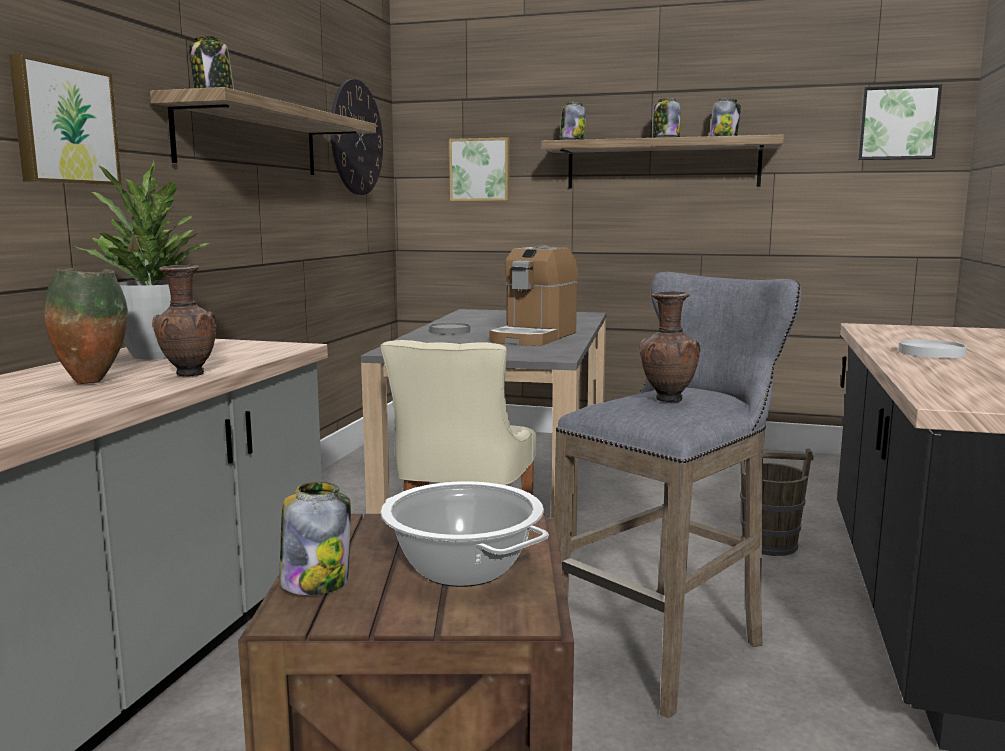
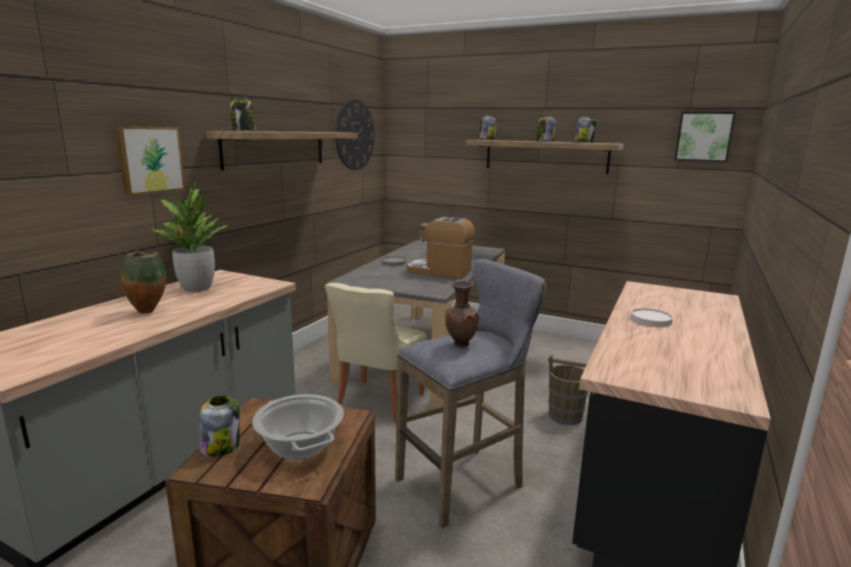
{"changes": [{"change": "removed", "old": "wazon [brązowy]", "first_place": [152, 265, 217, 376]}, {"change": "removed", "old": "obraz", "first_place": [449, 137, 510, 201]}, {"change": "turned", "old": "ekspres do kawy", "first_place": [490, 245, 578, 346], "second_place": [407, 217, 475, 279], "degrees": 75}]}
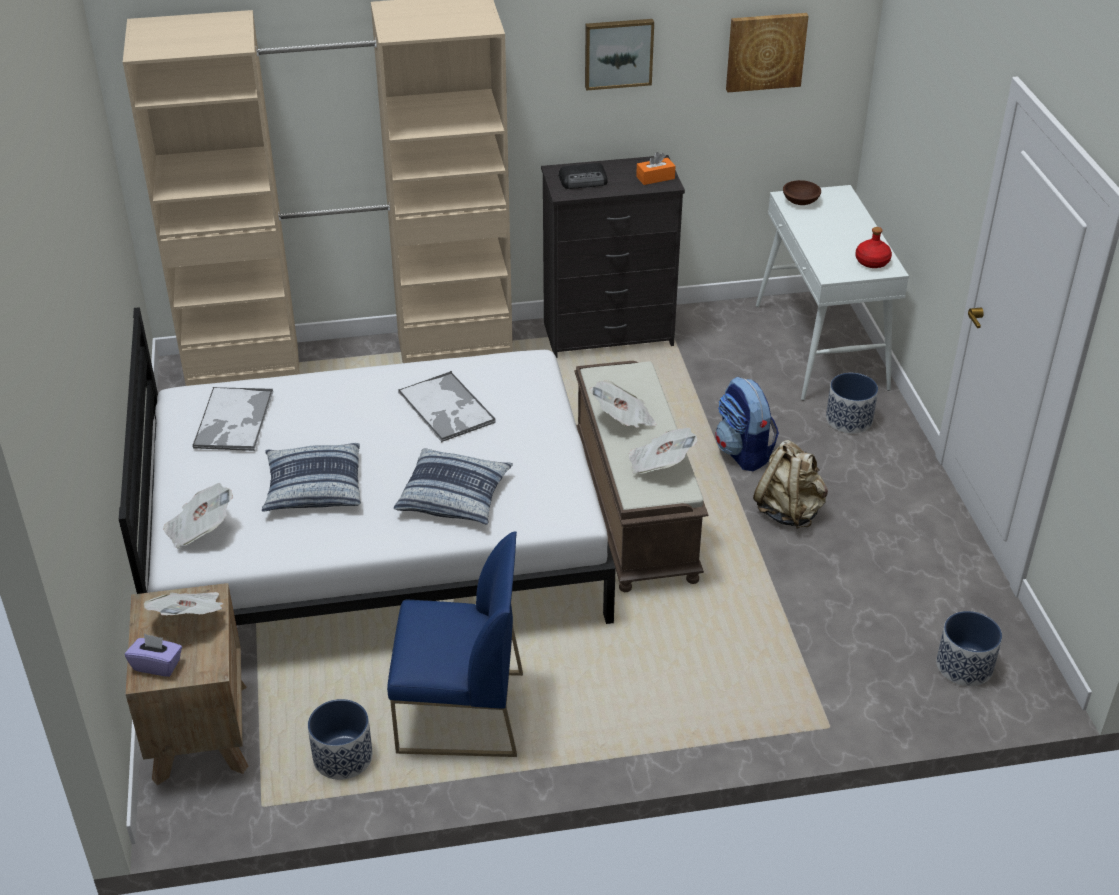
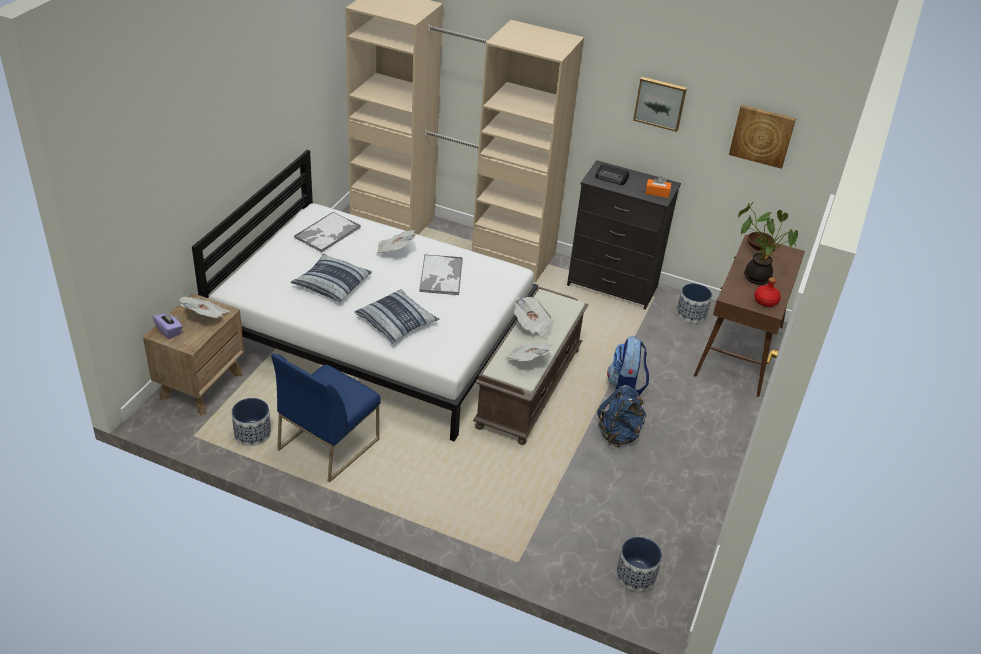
{"changes": [{"change": "added", "new": "roślina doniczkowa", "second_place": [738, 202, 798, 285]}, {"change": "moved", "old": "gazeta", "first_place": [163, 483, 233, 549], "second_place": [377, 230, 416, 254]}, {"change": "moved", "old": "donica", "first_place": [826, 373, 878, 433], "second_place": [677, 283, 712, 323]}, {"change": "recoloured", "old": "plecak [beżowy]", "new": "plecak [niebieski]", "first_place": [753, 440, 828, 528], "second_place": [597, 385, 646, 447]}, {"change": "recoloured", "old": "stolik konsolowy [biały]", "new": "stolik konsolowy [brązowy]", "first_place": [756, 185, 909, 400], "second_place": [694, 234, 805, 397]}, {"change": "turned", "old": "krzesło [niebieski]", "first_place": [387, 531, 523, 757], "second_place": [271, 354, 381, 483], "degrees": 90}]}
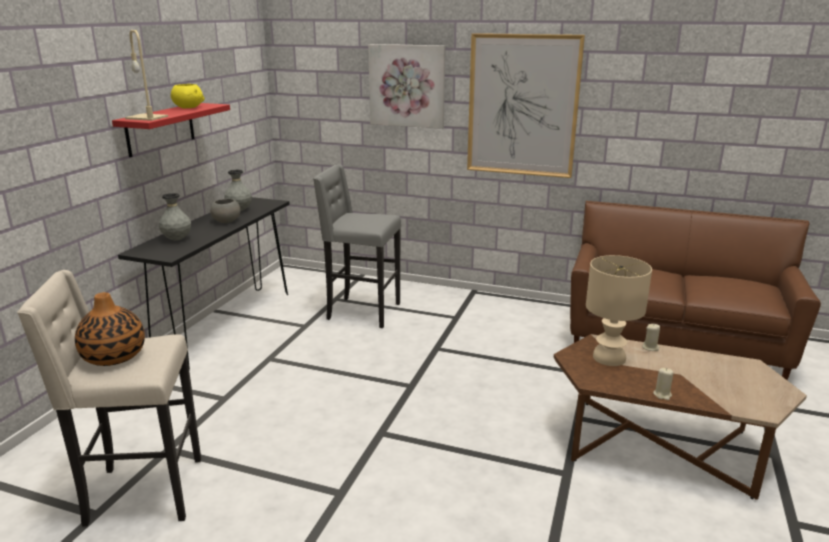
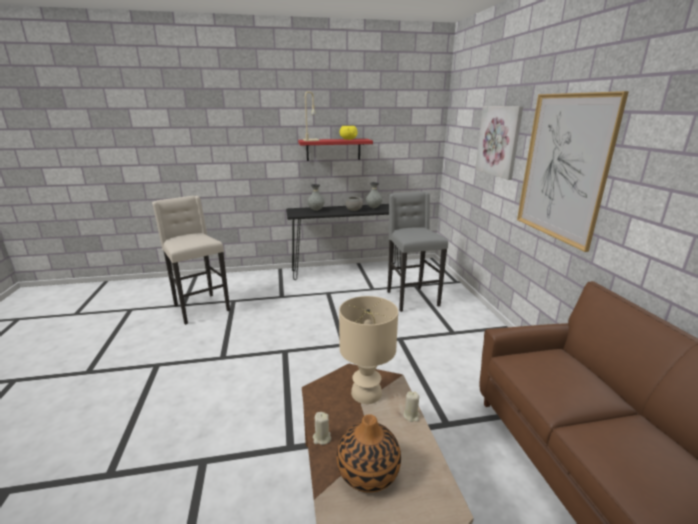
{"changes": [{"change": "moved", "old": "wazon", "first_place": [75, 292, 145, 366], "second_place": [336, 414, 401, 493]}]}
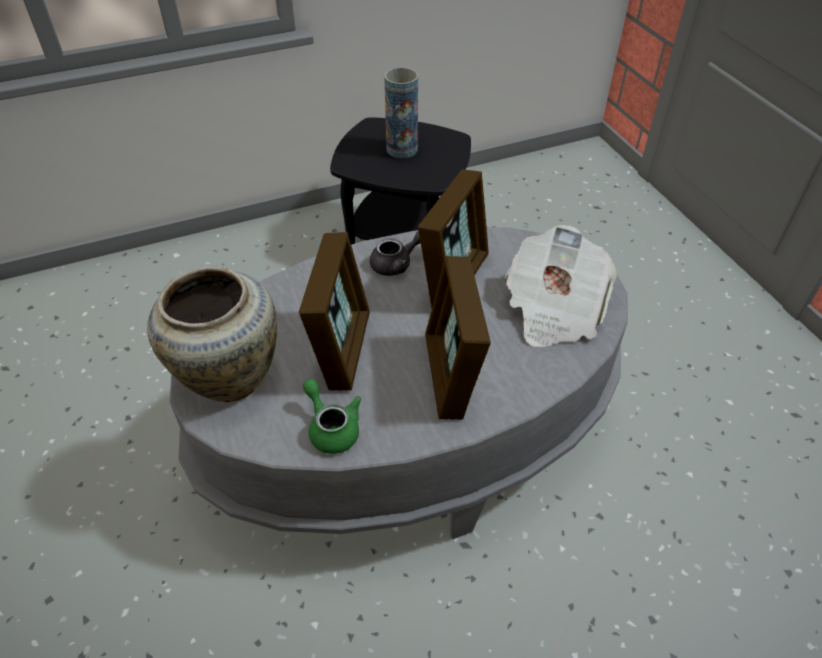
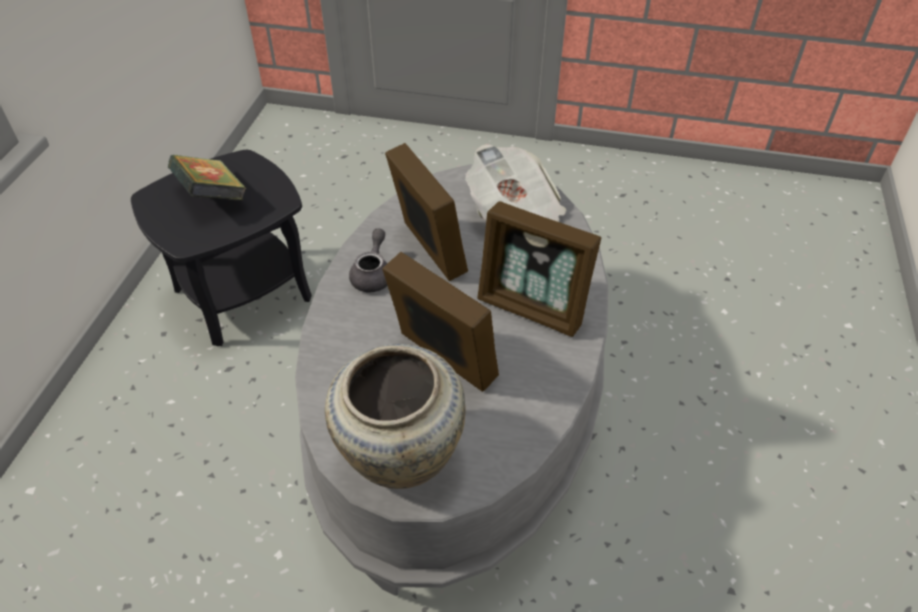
{"changes": [{"change": "removed", "old": "imbryk [zielony]", "first_place": [303, 379, 361, 454]}, {"change": "replaced", "old": "wazon", "new": "książka", "first_place": [384, 67, 418, 158], "second_place": [168, 155, 246, 201]}]}
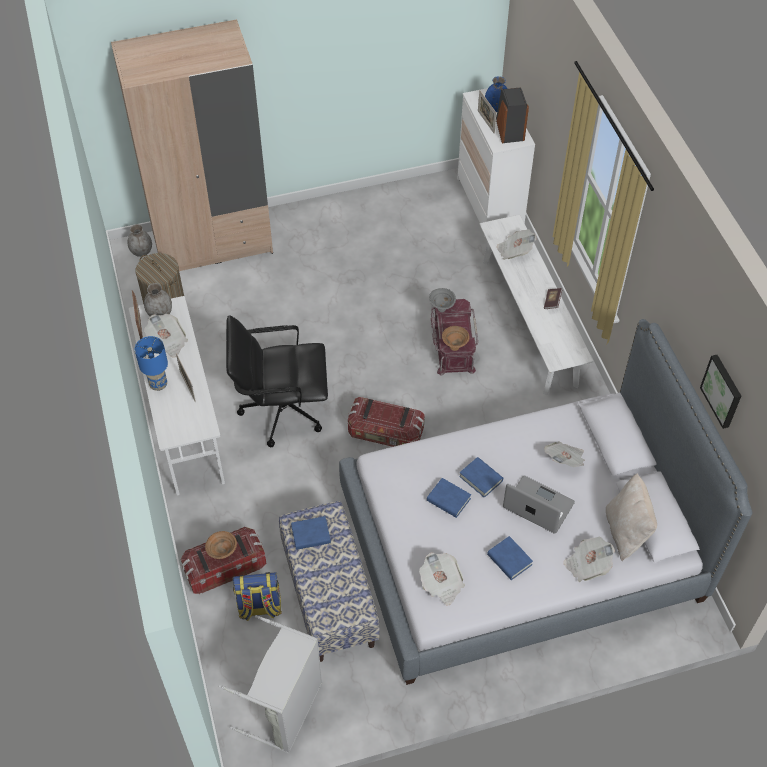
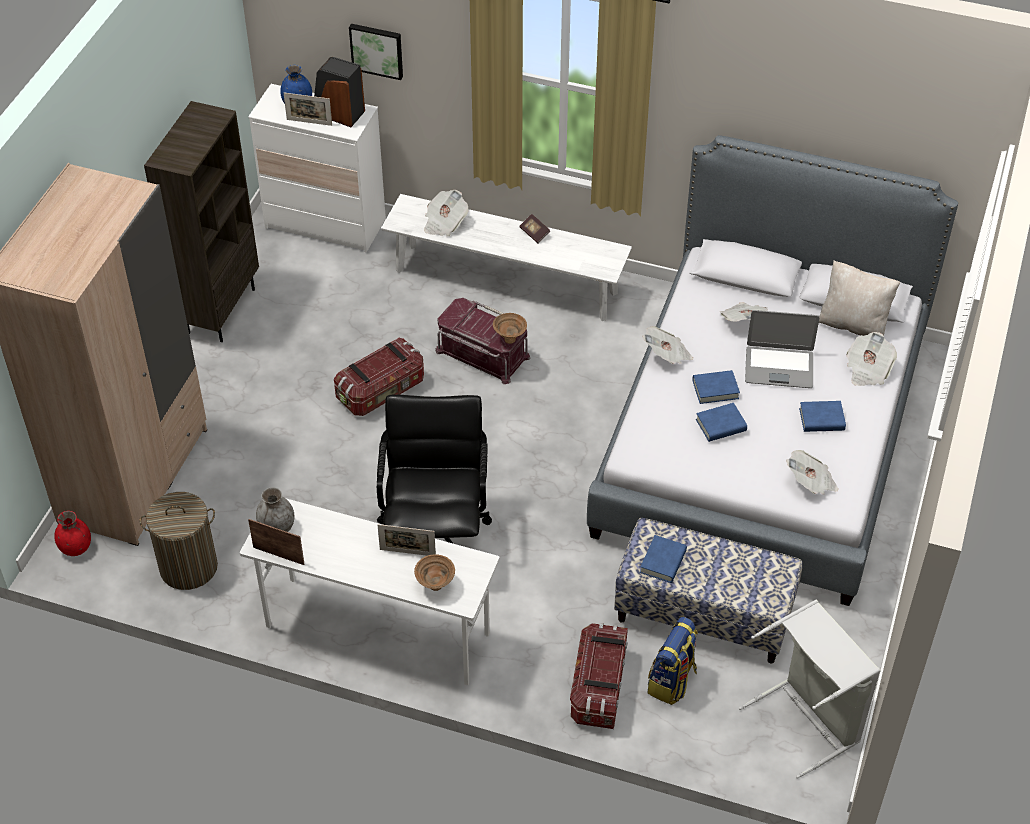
{"changes": [{"change": "removed", "old": "lampa stołowa [niebieski]", "first_place": [135, 336, 168, 391]}, {"change": "removed", "old": "miska [szary]", "first_place": [429, 288, 456, 312]}, {"change": "added", "new": "regał [brązowy]", "second_place": [144, 101, 259, 342]}, {"change": "moved", "old": "gazeta", "first_place": [144, 314, 188, 358], "second_place": [642, 326, 693, 364]}, {"change": "moved", "old": "miska [brązowy]", "first_place": [205, 531, 237, 559], "second_place": [414, 554, 455, 591]}, {"change": "moved", "old": "pojemnik do przechowywania", "first_place": [348, 397, 425, 447], "second_place": [334, 338, 424, 416]}, {"change": "moved", "old": "obraz", "first_place": [700, 355, 741, 429], "second_place": [349, 24, 403, 80]}, {"change": "recoloured", "old": "wazon [szary]", "new": "wazon [czerwony]", "first_place": [127, 224, 152, 257], "second_place": [54, 511, 91, 556]}, {"change": "turned", "old": "krzesło biurowe [czarny]", "first_place": [226, 315, 328, 447], "second_place": [377, 394, 492, 543], "degrees": 150}, {"change": "turned", "old": "laptop", "first_place": [503, 476, 575, 534], "second_place": [745, 310, 819, 388], "degrees": -150}]}
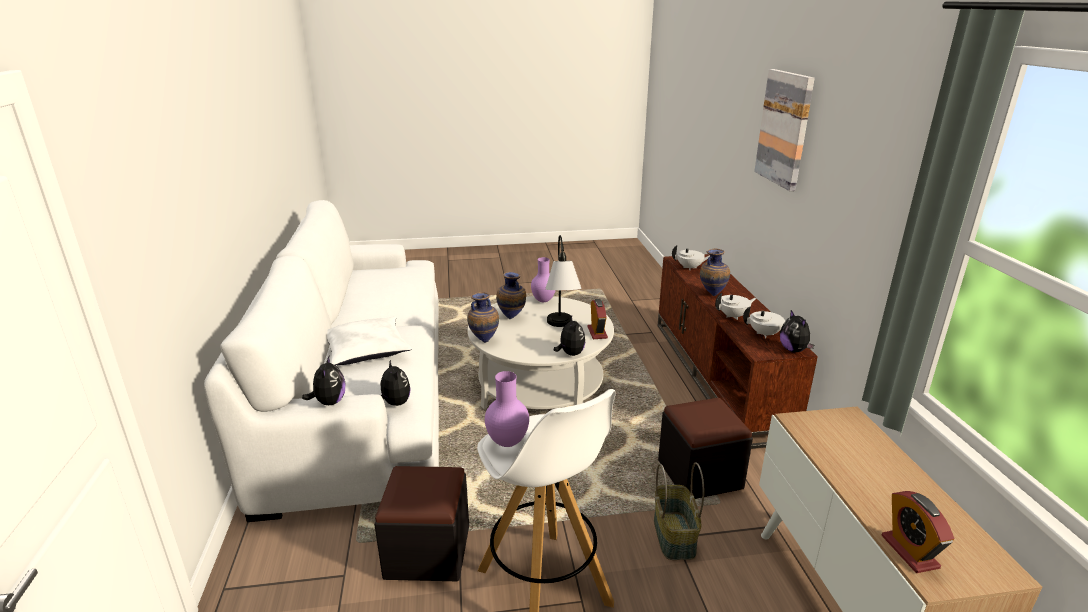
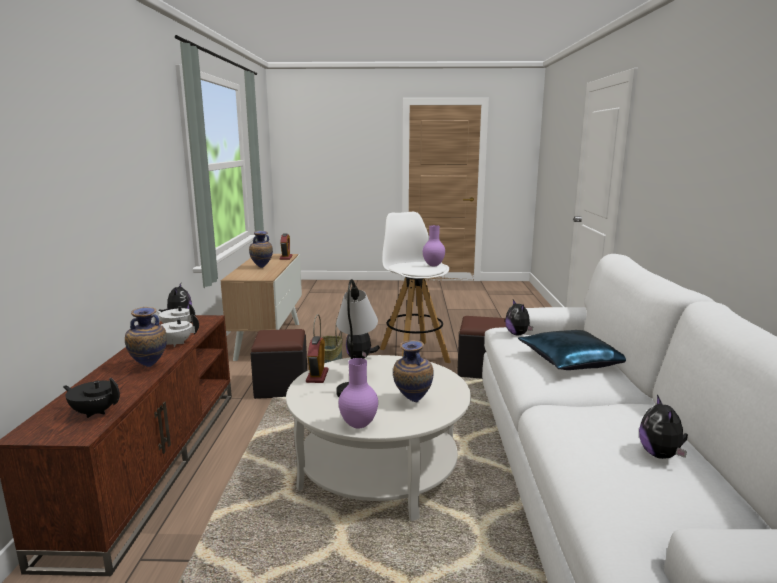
{"changes": [{"change": "removed", "old": "obraz", "first_place": [754, 69, 815, 191]}, {"change": "moved", "old": "pluszak", "first_place": [302, 356, 345, 405], "second_place": [639, 395, 688, 459]}, {"change": "moved", "old": "wazon", "first_place": [467, 292, 499, 343], "second_place": [249, 231, 273, 268]}, {"change": "recoloured", "old": "poduszka [biały]", "new": "poduszka [niebieski]", "first_place": [327, 316, 412, 366], "second_place": [518, 330, 626, 370]}, {"change": "recoloured", "old": "imbryk [biały]", "new": "imbryk [czarny]", "first_place": [672, 245, 710, 270], "second_place": [63, 378, 120, 418]}]}
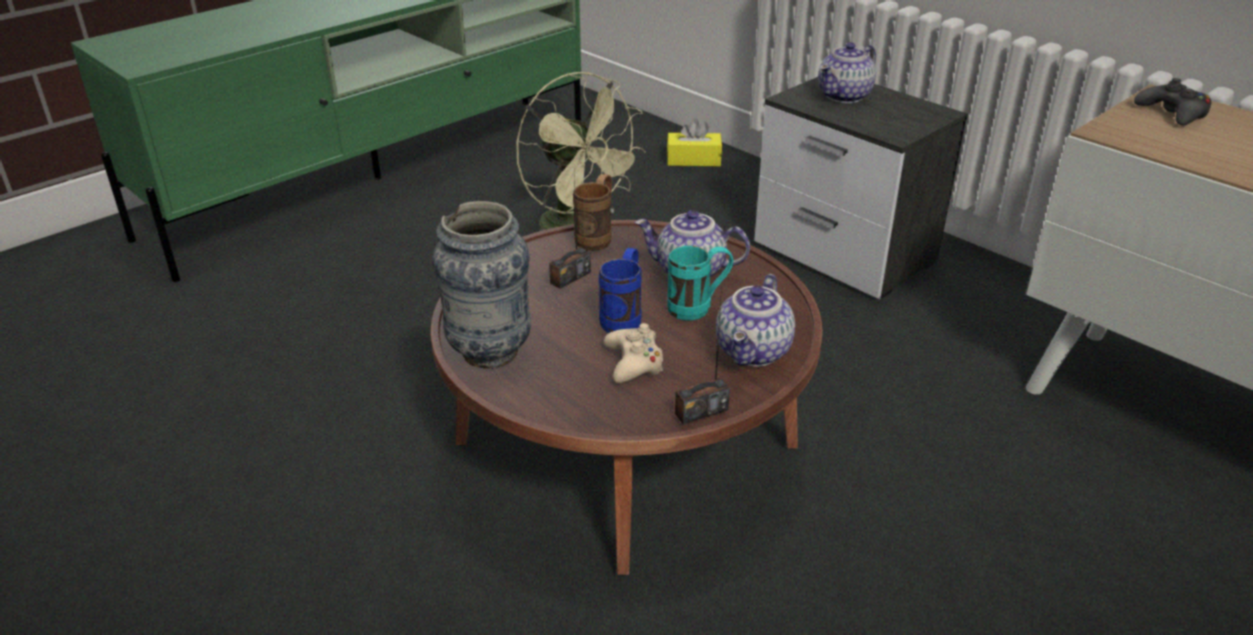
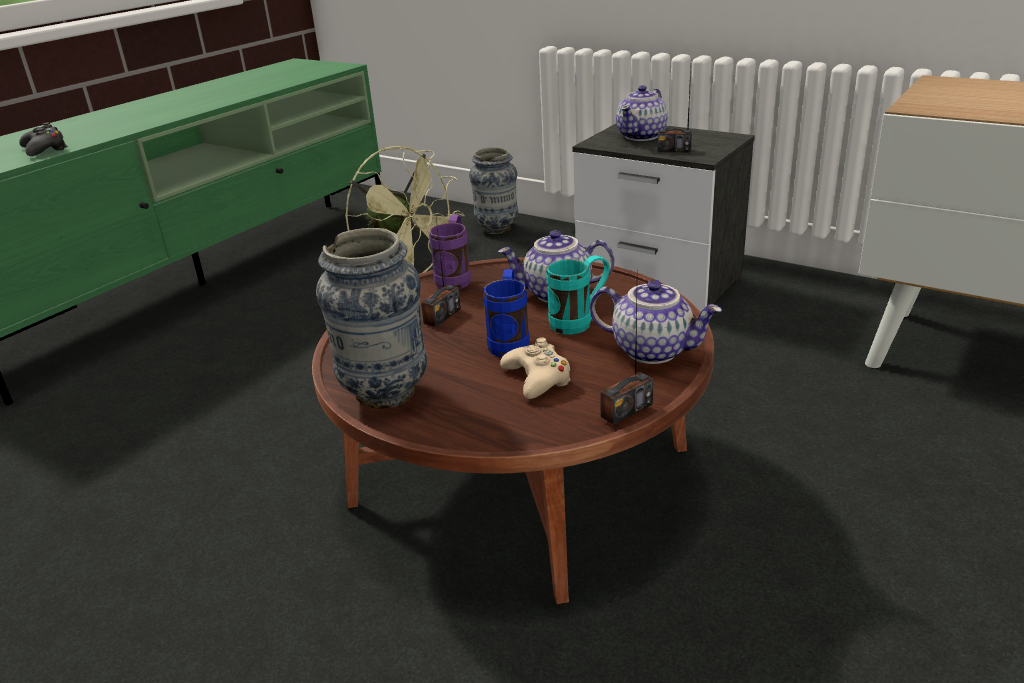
{"changes": [{"change": "added", "new": "radio", "second_place": [657, 68, 692, 152]}, {"change": "moved", "old": "pad do gier [czarny]", "first_place": [1134, 78, 1211, 125], "second_place": [19, 122, 68, 156]}, {"change": "replaced", "old": "pudełko chusteczek [żółty]", "new": "wazon", "first_place": [667, 118, 722, 166], "second_place": [469, 147, 518, 234]}, {"change": "recoloured", "old": "kubek [brązowy]", "new": "kubek [fioletowy]", "first_place": [573, 174, 612, 251], "second_place": [429, 215, 471, 289]}, {"change": "turned", "old": "imbryk", "first_place": [716, 274, 795, 367], "second_place": [590, 280, 722, 364], "degrees": -75}]}
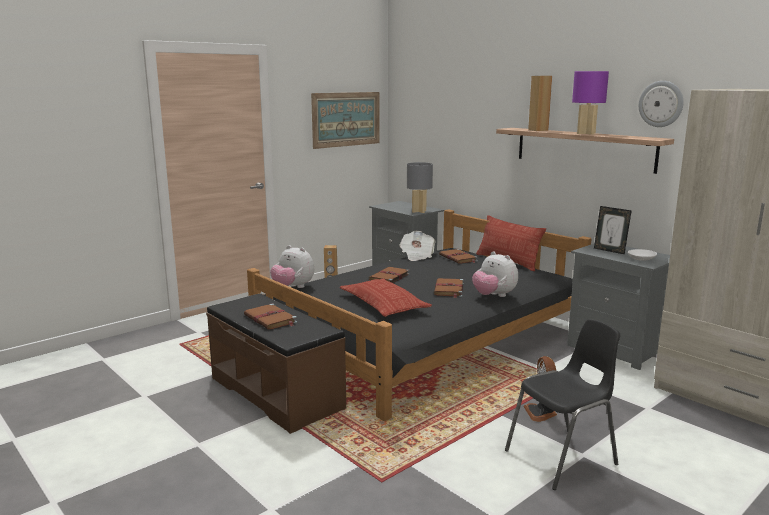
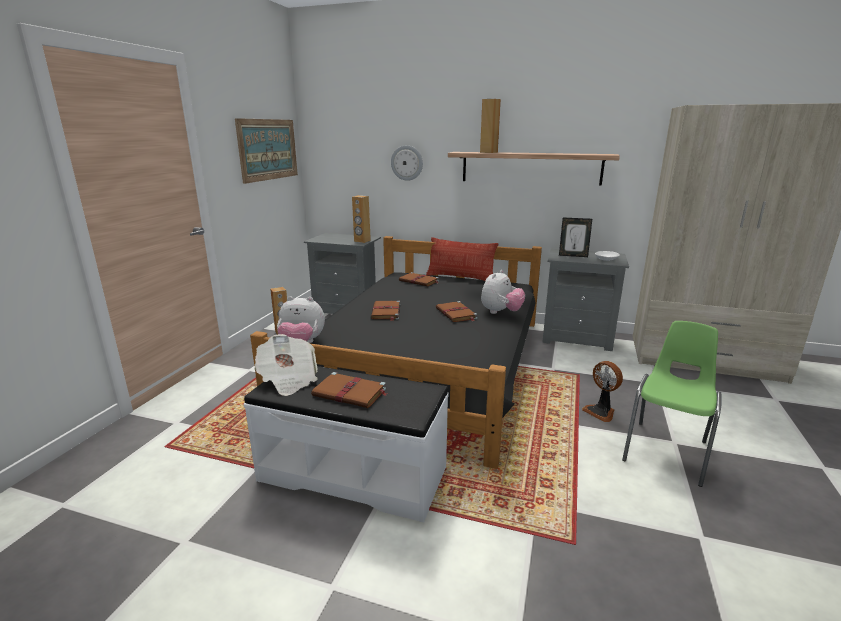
{"changes": [{"change": "removed", "old": "poduszka", "first_place": [339, 279, 432, 317]}, {"change": "removed", "old": "lampa stołowa [fioletowy]", "first_place": [572, 71, 609, 135]}, {"change": "moved", "old": "gazeta", "first_place": [399, 231, 436, 261], "second_place": [254, 334, 318, 396]}, {"change": "moved", "old": "zegar ścienny", "first_place": [639, 81, 684, 127], "second_place": [391, 145, 423, 181]}, {"change": "replaced", "old": "lampa stołowa [szary]", "new": "głośnik [brązowy]", "first_place": [407, 162, 433, 213], "second_place": [352, 195, 371, 243]}, {"change": "recoloured", "old": "ławka [brązowy]", "new": "ławka [biały]", "first_place": [206, 294, 346, 434], "second_place": [243, 366, 448, 523]}, {"change": "recoloured", "old": "krzesło [czarny]", "new": "krzesło [zielony]", "first_place": [505, 319, 620, 490], "second_place": [622, 321, 722, 487]}, {"change": "turned", "old": "pluszak", "first_place": [472, 251, 518, 297], "second_place": [481, 270, 525, 314], "degrees": -75}]}
